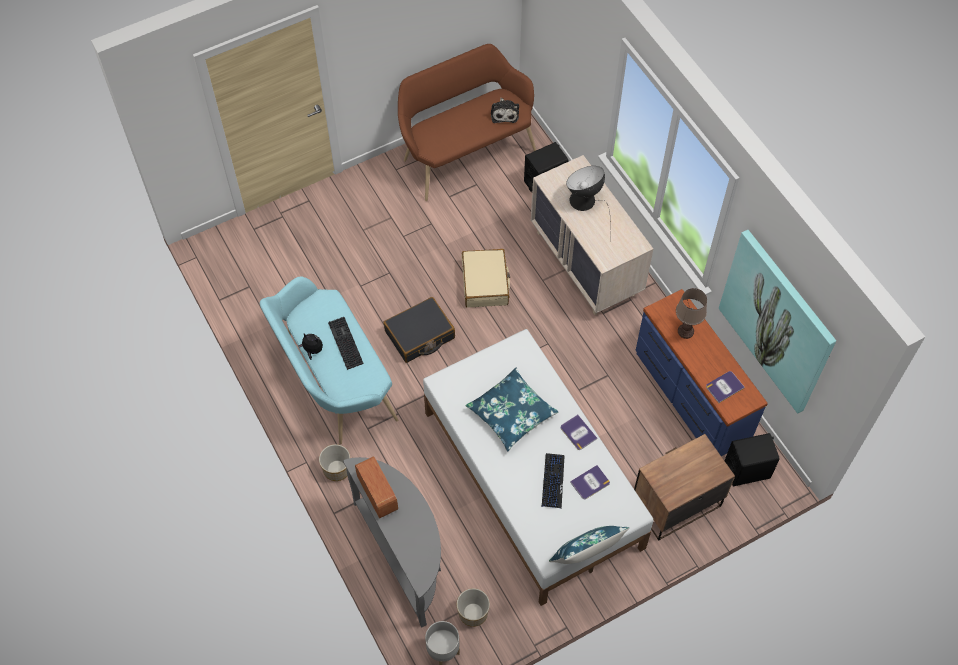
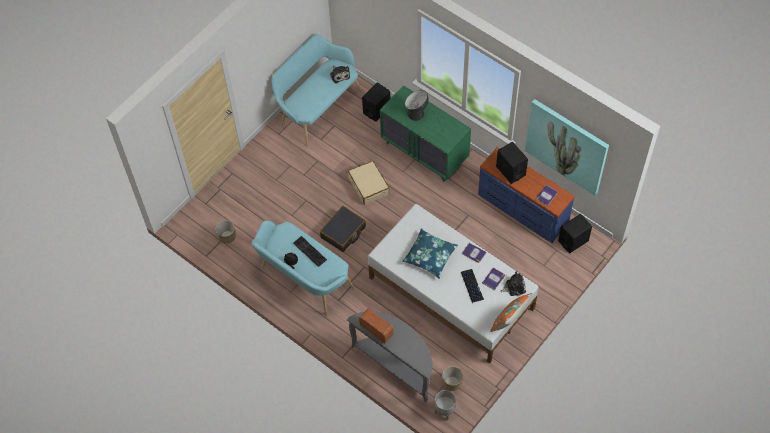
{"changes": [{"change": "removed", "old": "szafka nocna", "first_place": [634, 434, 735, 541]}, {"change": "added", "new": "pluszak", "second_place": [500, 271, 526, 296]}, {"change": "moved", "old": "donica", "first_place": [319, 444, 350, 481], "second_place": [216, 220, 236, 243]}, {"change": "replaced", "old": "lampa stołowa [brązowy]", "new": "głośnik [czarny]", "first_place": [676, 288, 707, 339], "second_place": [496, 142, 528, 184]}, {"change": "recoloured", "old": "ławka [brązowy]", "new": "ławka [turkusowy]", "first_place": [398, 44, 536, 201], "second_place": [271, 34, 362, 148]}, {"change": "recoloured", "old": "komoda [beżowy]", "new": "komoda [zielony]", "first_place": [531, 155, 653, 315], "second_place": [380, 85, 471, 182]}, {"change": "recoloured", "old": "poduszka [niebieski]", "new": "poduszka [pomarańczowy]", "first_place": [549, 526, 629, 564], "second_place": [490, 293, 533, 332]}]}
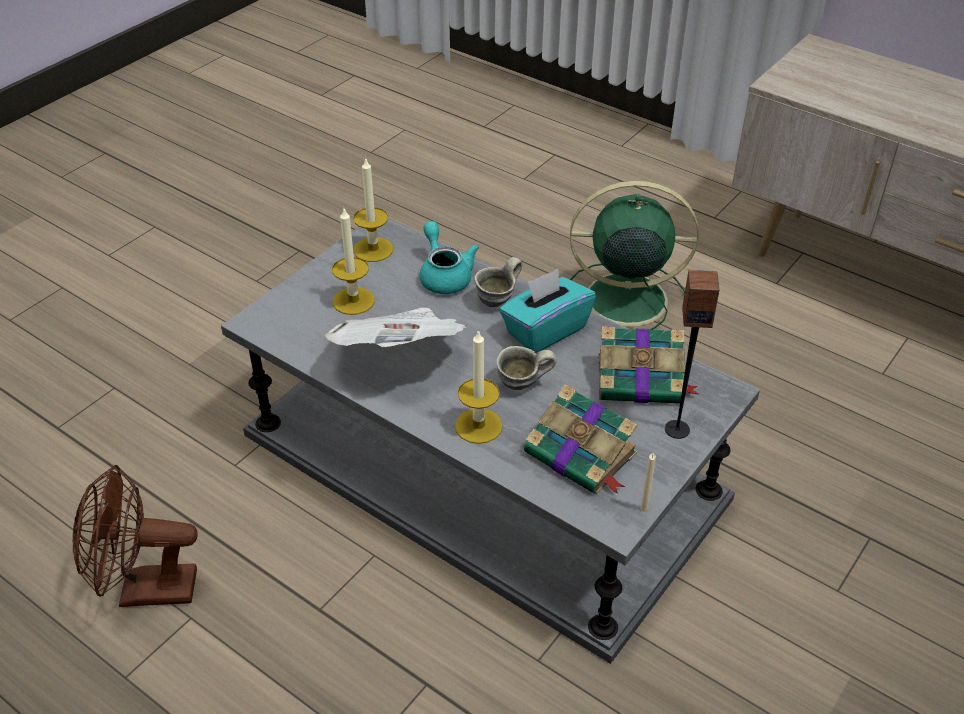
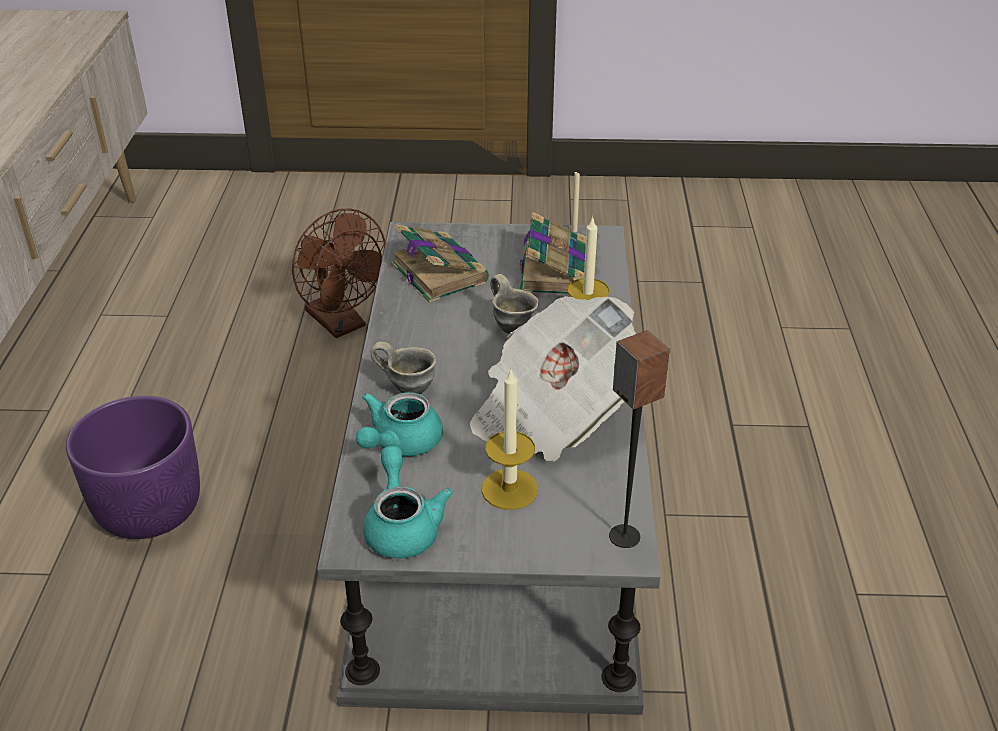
{"changes": [{"change": "removed", "old": "pudełko chusteczek [turkusowy]", "first_place": [499, 269, 596, 353]}, {"change": "moved", "old": "wentylator [brązowy]", "first_place": [72, 465, 198, 607], "second_place": [292, 209, 386, 338]}, {"change": "moved", "old": "głośnik", "first_place": [665, 270, 719, 439], "second_place": [609, 330, 670, 548]}, {"change": "replaced", "old": "świeca", "new": "imbryk [turkusowy]", "first_place": [353, 159, 393, 262], "second_place": [363, 446, 453, 559]}, {"change": "replaced", "old": "wentylator [zielony]", "new": "donica [fioletowy]", "first_place": [570, 181, 699, 330], "second_place": [66, 396, 200, 539]}]}
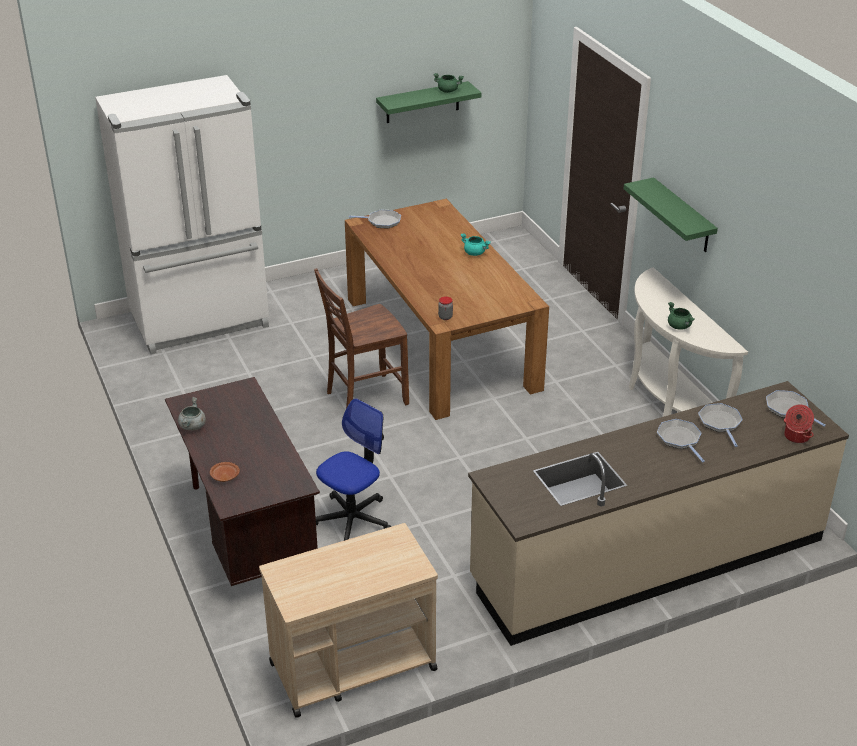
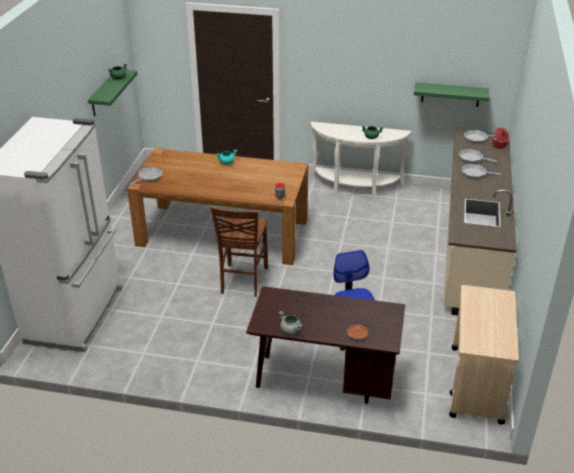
{"changes": [{"change": "moved", "old": "półka [zielony]", "first_place": [623, 177, 718, 252], "second_place": [414, 82, 489, 107]}]}
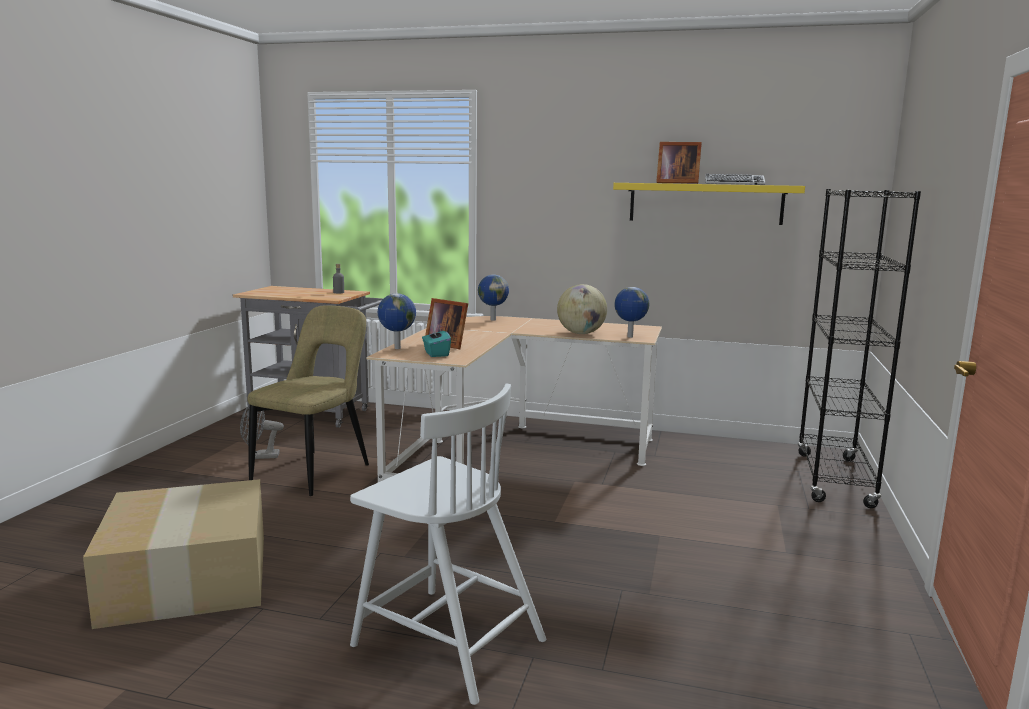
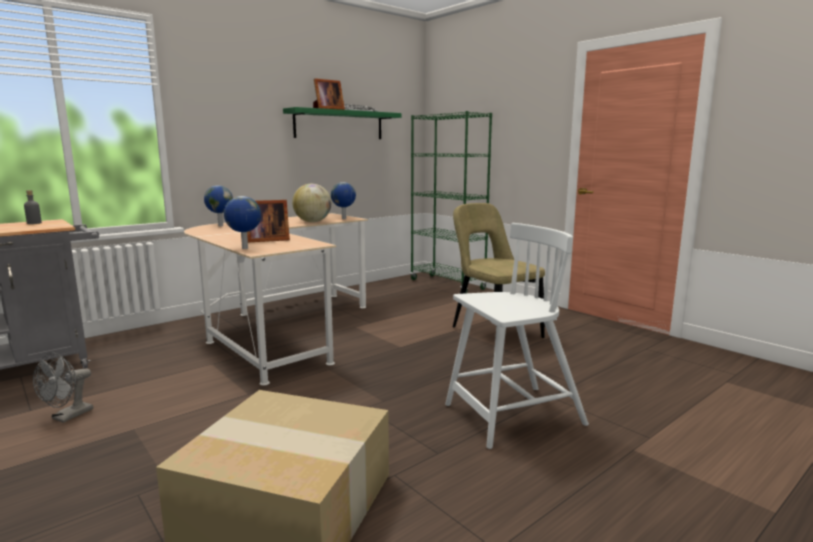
{"changes": [{"change": "removed", "old": "pudełko chusteczek [turkusowy]", "first_place": [422, 327, 451, 357]}, {"change": "moved", "old": "krzesło [beżowy]", "first_place": [247, 305, 369, 496], "second_place": [453, 203, 545, 338]}, {"change": "recoloured", "old": "półka [żółty]", "new": "półka [zielony]", "first_place": [613, 183, 805, 225], "second_place": [283, 107, 401, 139]}, {"change": "recoloured", "old": "regał [czarny]", "new": "regał [zielony]", "first_place": [797, 189, 921, 508], "second_place": [410, 111, 492, 293]}]}
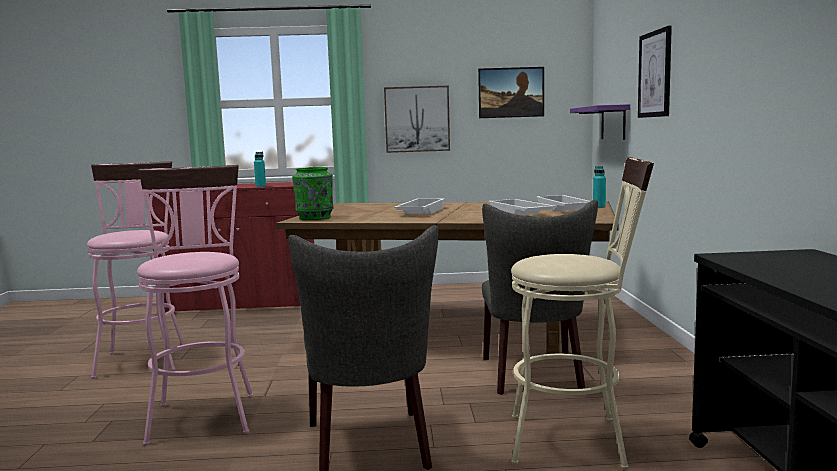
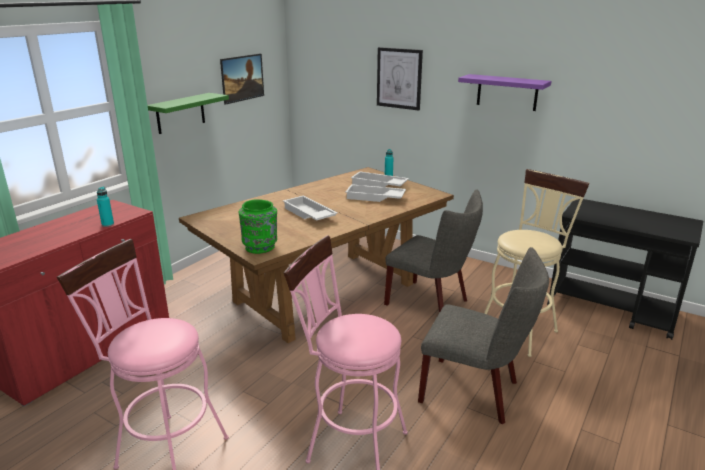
{"changes": [{"change": "moved", "old": "półka [fioletowy]", "first_place": [570, 104, 630, 140], "second_place": [458, 74, 551, 111]}, {"change": "replaced", "old": "obraz", "new": "półka [zielony]", "first_place": [384, 86, 450, 153], "second_place": [147, 93, 229, 134]}]}
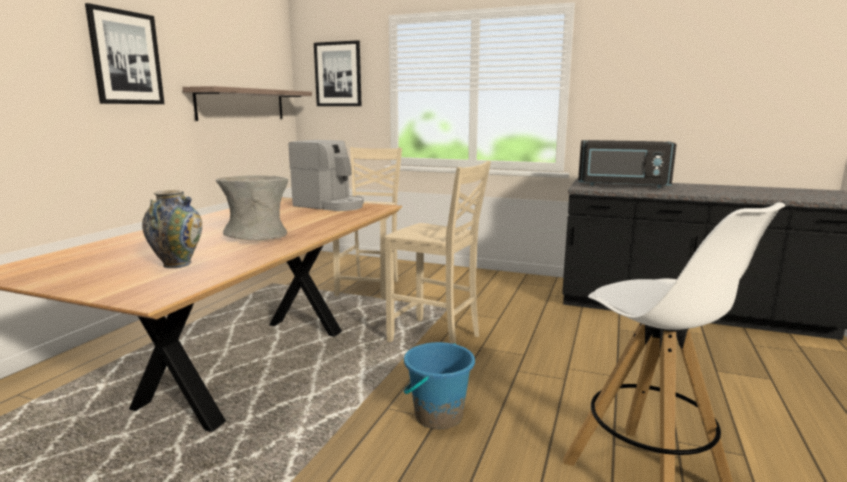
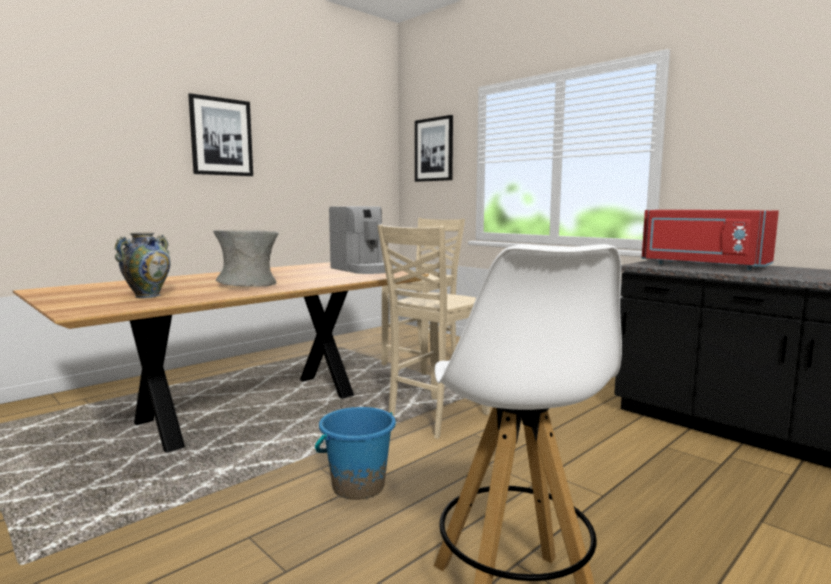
{"changes": [{"change": "removed", "old": "półka", "first_place": [183, 86, 312, 121]}, {"change": "recoloured", "old": "mikrofalówka [czarny]", "new": "mikrofalówka [czerwony]", "first_place": [578, 140, 677, 188], "second_place": [642, 210, 779, 270]}, {"change": "turned", "old": "krzesło [beżowy]", "first_place": [385, 161, 491, 344], "second_place": [377, 224, 490, 439], "degrees": 75}]}
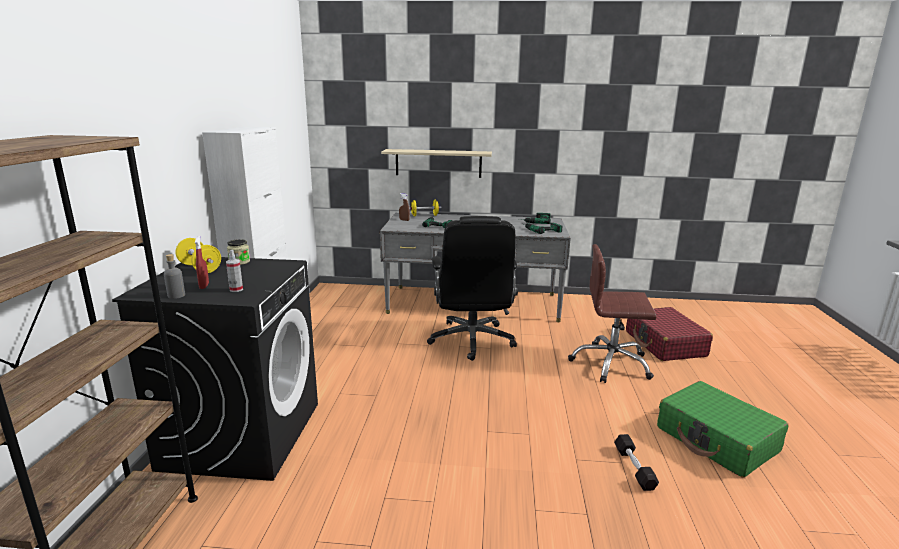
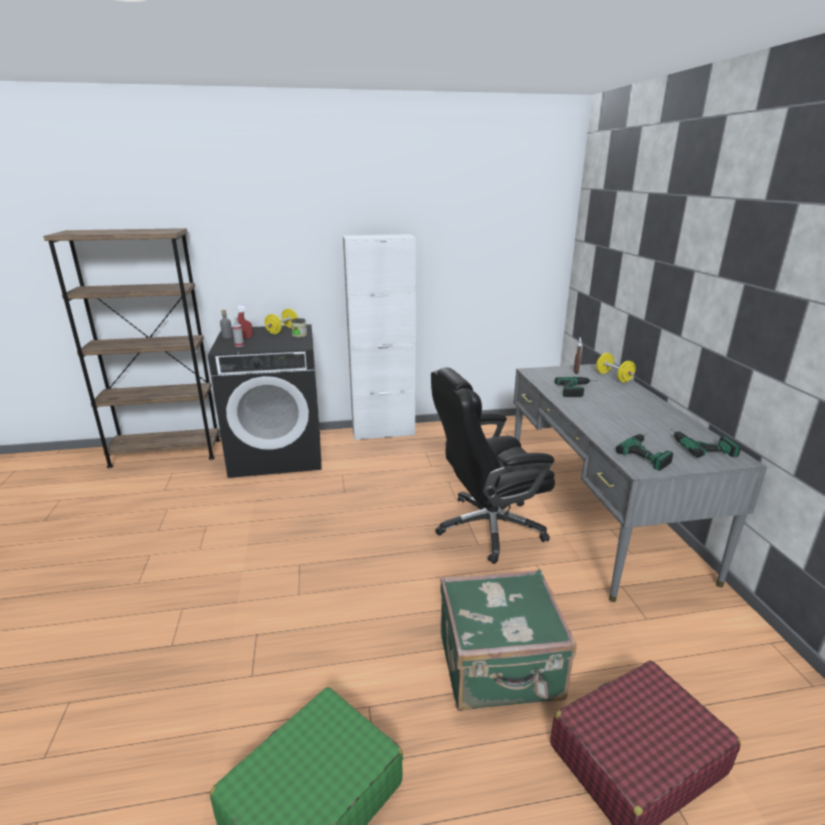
{"changes": [{"change": "removed", "old": "półka", "first_place": [381, 149, 492, 178]}, {"change": "removed", "old": "hantel [czarny]", "first_place": [614, 434, 659, 491]}, {"change": "replaced", "old": "krzesło biurowe [brązowy]", "new": "walizka [zielony]", "first_place": [568, 244, 657, 383], "second_place": [440, 569, 577, 711]}]}
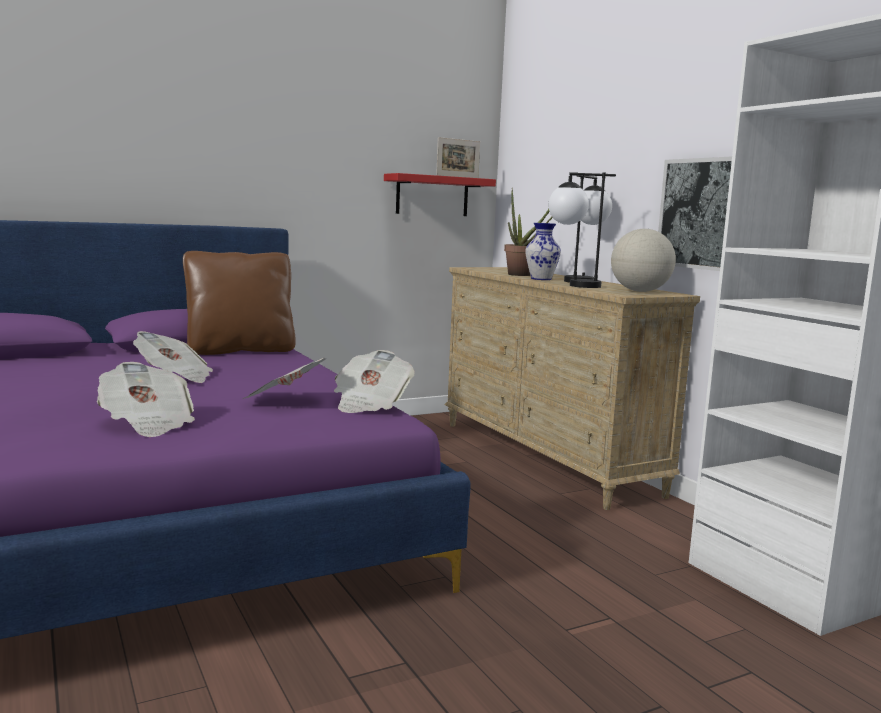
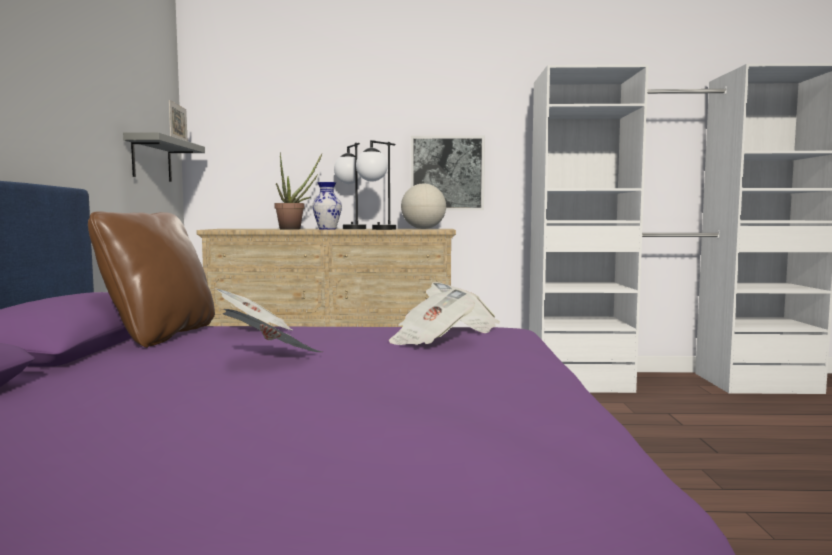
{"changes": [{"change": "moved", "old": "gazeta", "first_place": [97, 362, 195, 437], "second_place": [214, 288, 294, 331]}, {"change": "recoloured", "old": "półka [czerwony]", "new": "półka [szary]", "first_place": [384, 173, 496, 216], "second_place": [123, 132, 205, 182]}]}
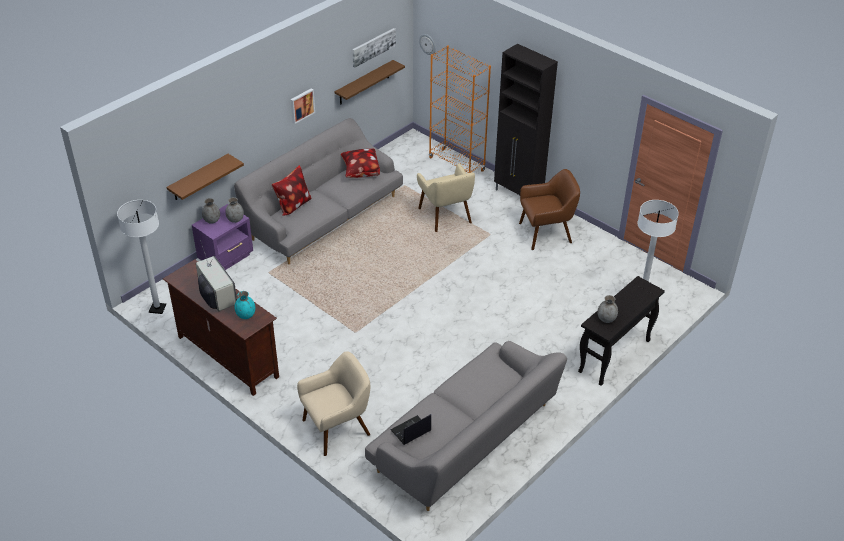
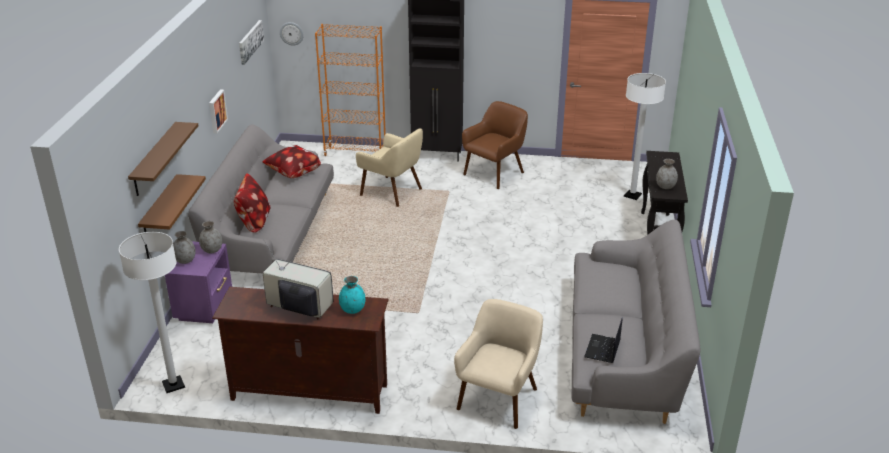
{"changes": [{"change": "moved", "old": "półka [brązowy]", "first_place": [335, 60, 405, 105], "second_place": [128, 122, 198, 196]}]}
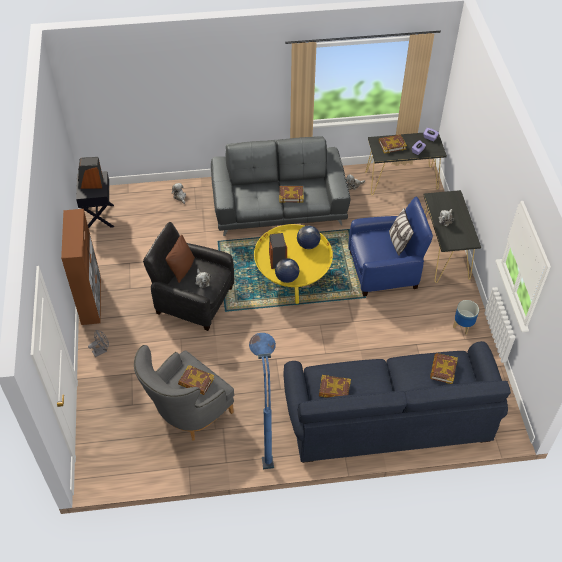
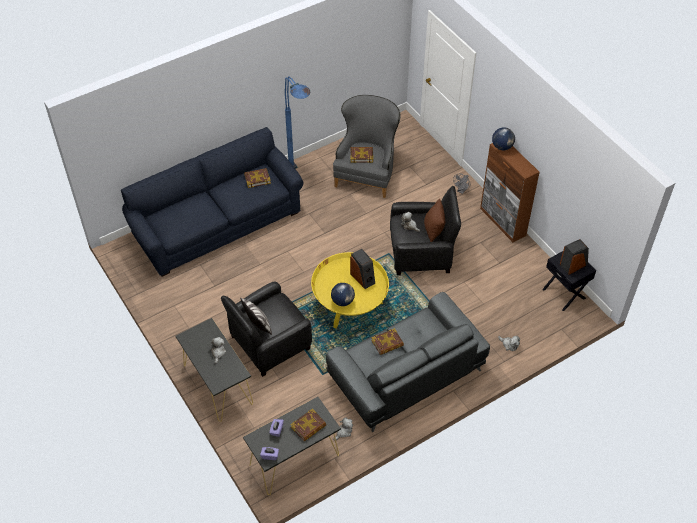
{"changes": [{"change": "removed", "old": "książka", "first_place": [430, 353, 458, 384]}, {"change": "removed", "old": "donica", "first_place": [453, 300, 479, 335]}, {"change": "moved", "old": "globus", "first_place": [275, 258, 299, 283], "second_place": [492, 127, 515, 150]}, {"change": "recoloured", "old": "fotel [niebieski]", "new": "fotel [czarny]", "first_place": [348, 197, 433, 296], "second_place": [221, 282, 312, 377]}]}
